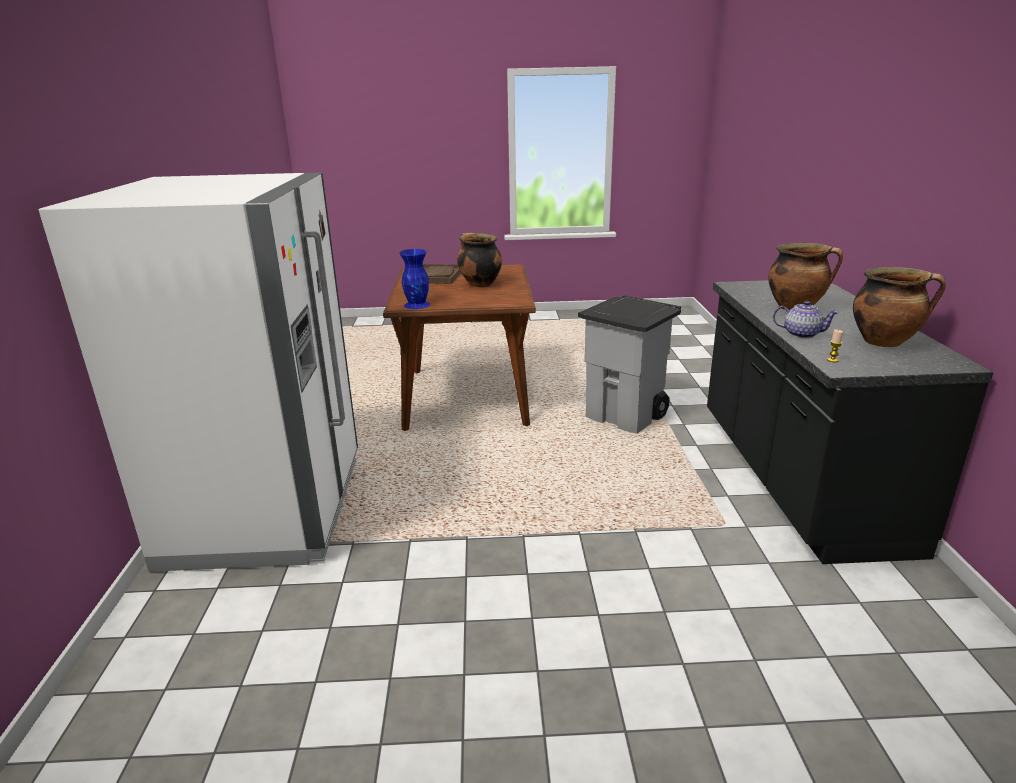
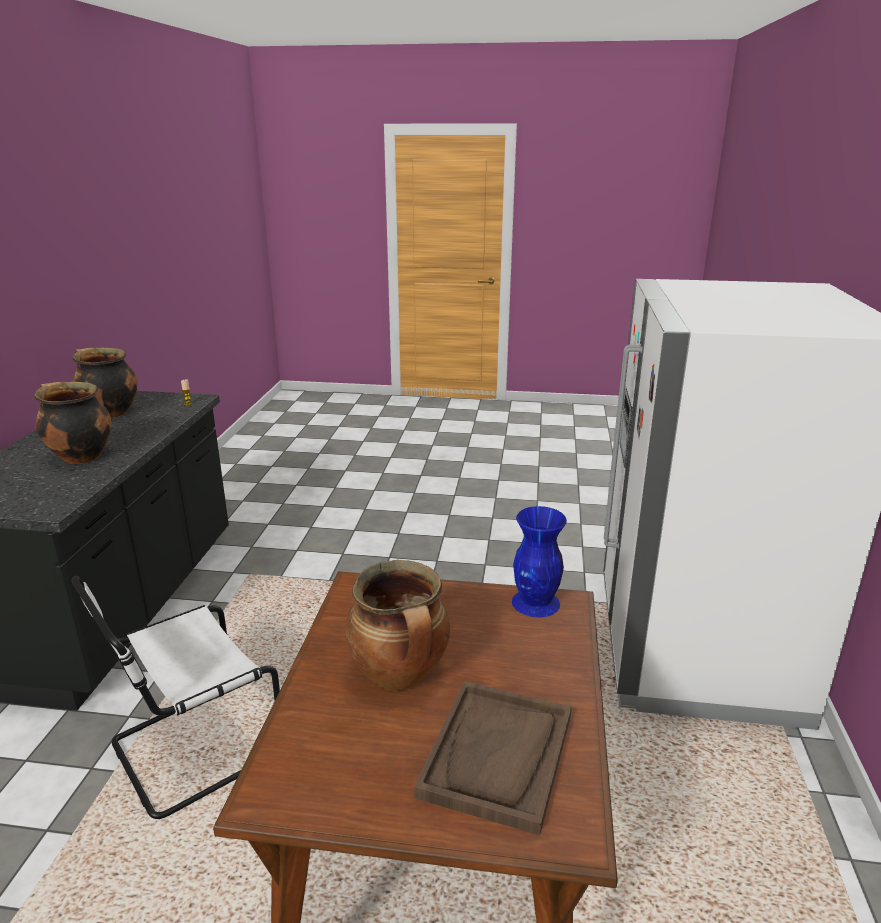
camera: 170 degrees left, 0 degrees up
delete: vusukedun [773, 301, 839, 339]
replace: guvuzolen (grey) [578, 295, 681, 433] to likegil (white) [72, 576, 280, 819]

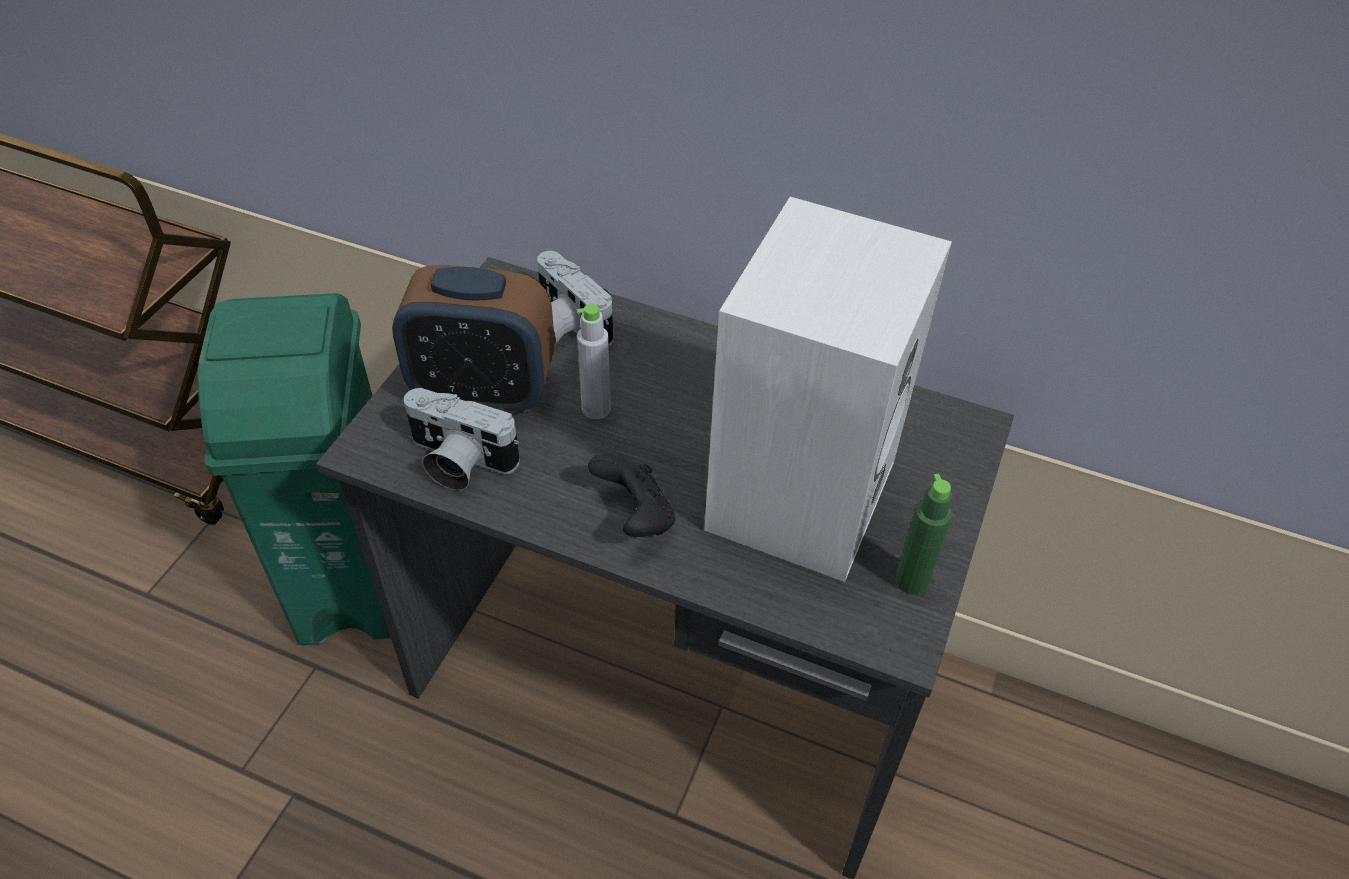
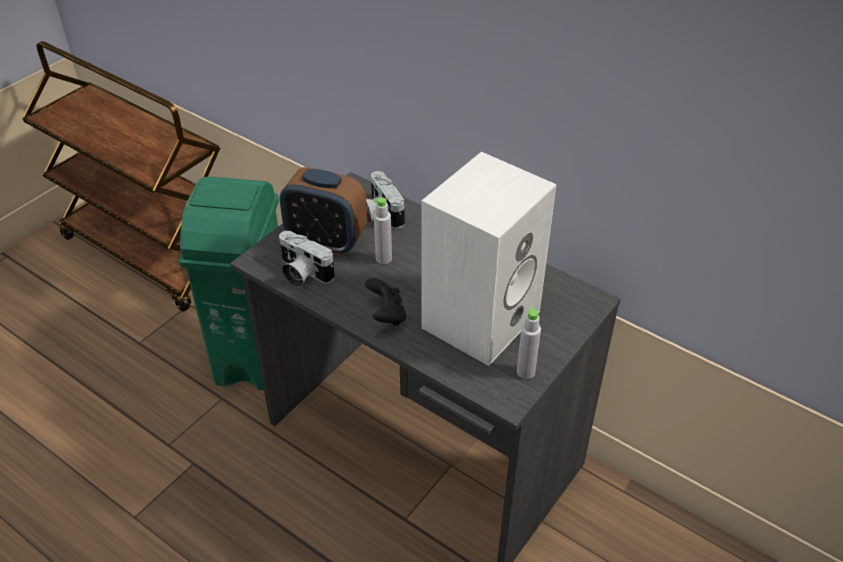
camera: 15 degrees right, 5 degrees down
recolor: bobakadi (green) [895, 474, 952, 595] to bobakadi (grey) [517, 307, 541, 379]

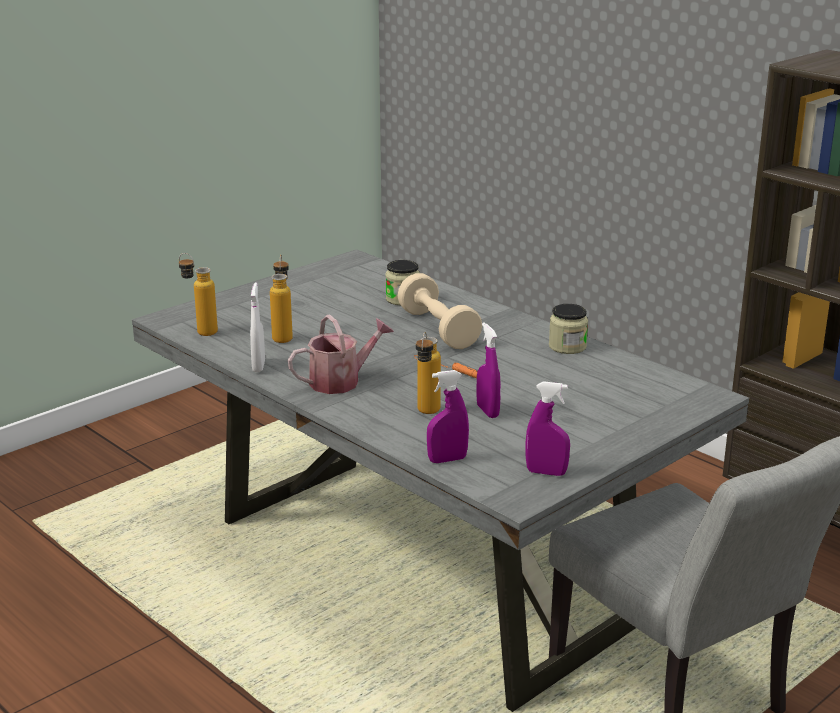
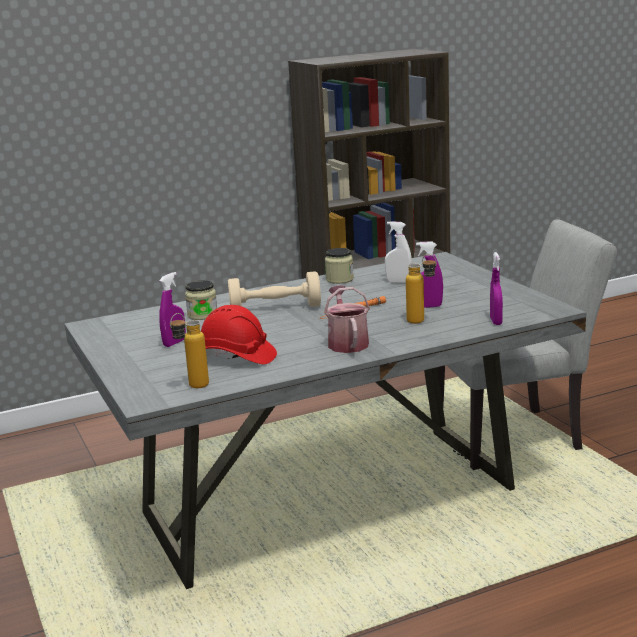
camera: 70 degrees left, 5 degrees down
move: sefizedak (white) [250, 282, 265, 372] to [385, 221, 412, 283]; sefizedak (purple) [525, 381, 570, 476] to [159, 272, 186, 347]
replace: bobakadi [270, 255, 293, 343] to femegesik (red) [201, 305, 277, 364]

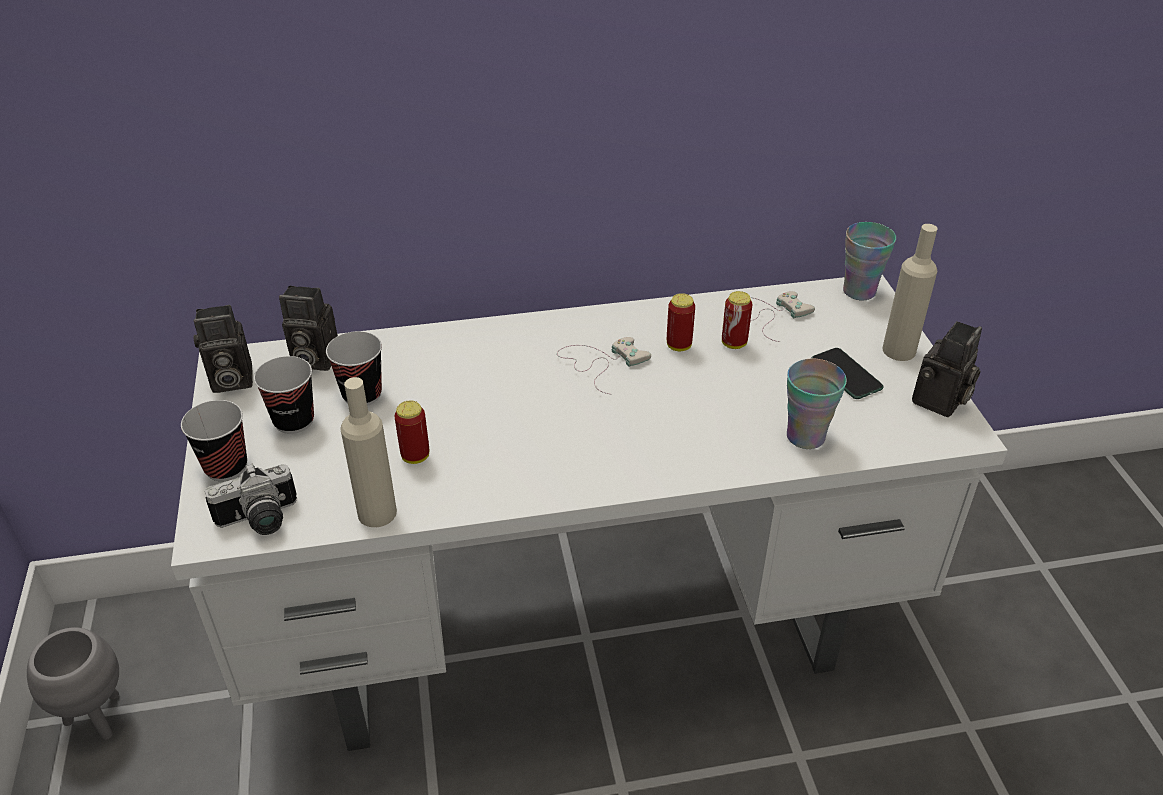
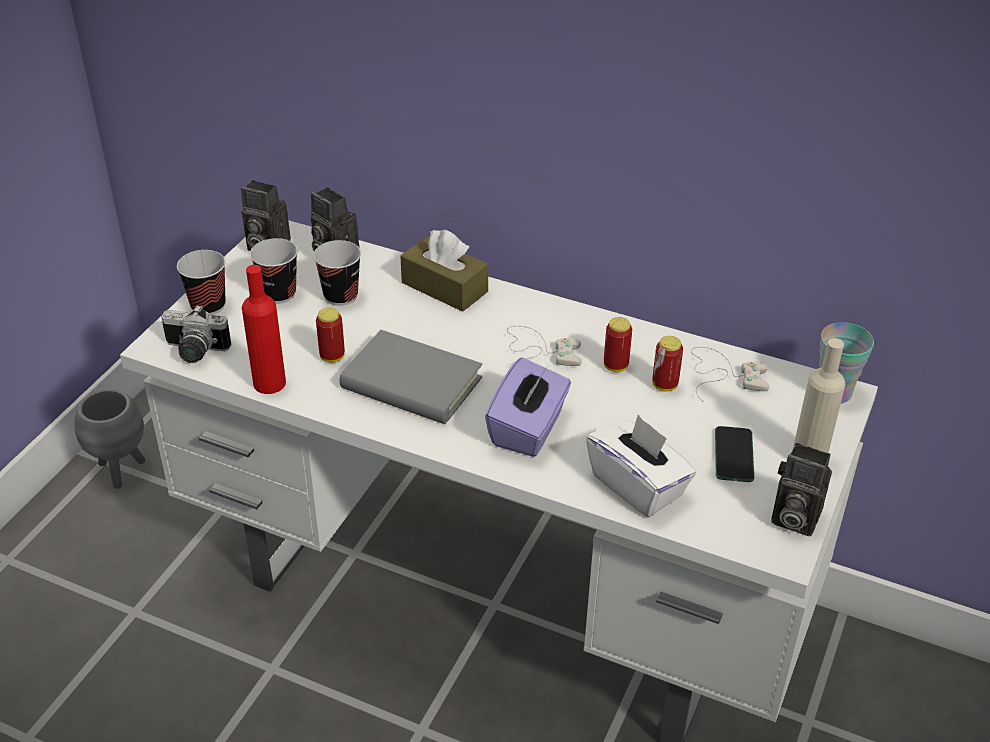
camera: 35 degrees right, 0 degrees up
insert: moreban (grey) [340, 330, 482, 424]; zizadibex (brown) [400, 230, 488, 312]; zizadibex (purple) [485, 357, 571, 457]
replace: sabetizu [787, 359, 847, 449] to zizadibex (white) [586, 415, 696, 517]
recolor: bobakadi (beige) [340, 377, 397, 527] to bobakadi (red) [242, 265, 286, 394]
rotate: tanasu [912, 321, 982, 417] = [771, 443, 832, 536] 45 degrees clockwise

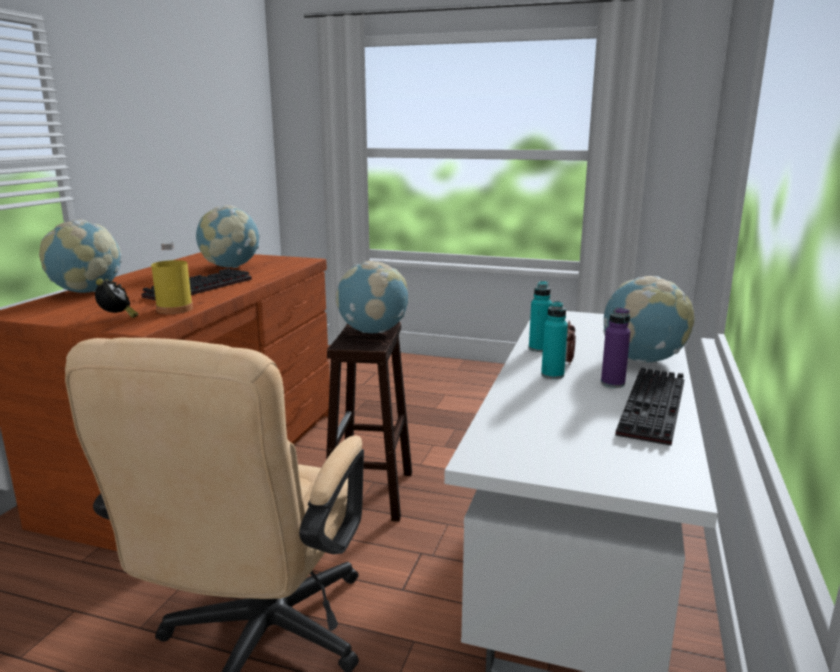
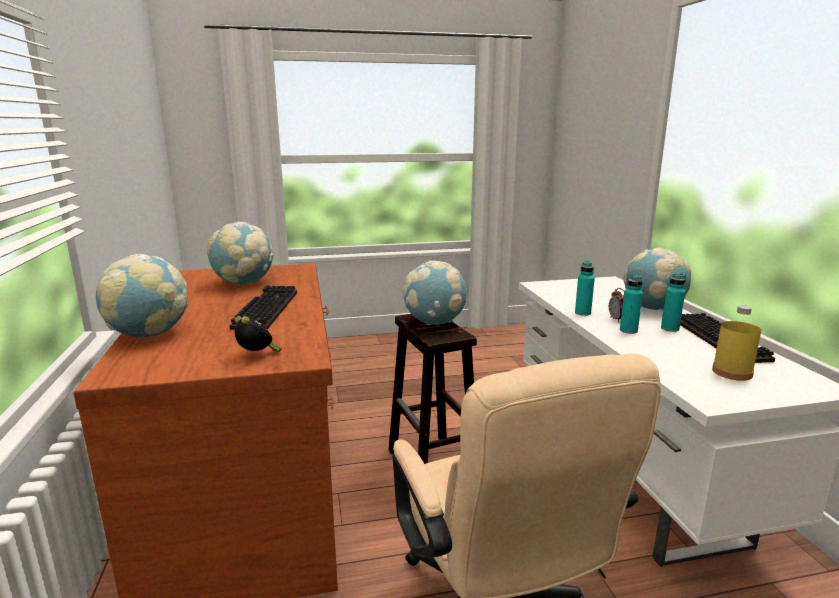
camera: 30 degrees left, 0 degrees up
move: bobakadi (yellow) [151, 242, 193, 314] to [712, 305, 761, 381]
recolor: bobakadi (purple) [601, 307, 630, 388] to bobakadi (turquoise) [661, 273, 686, 332]

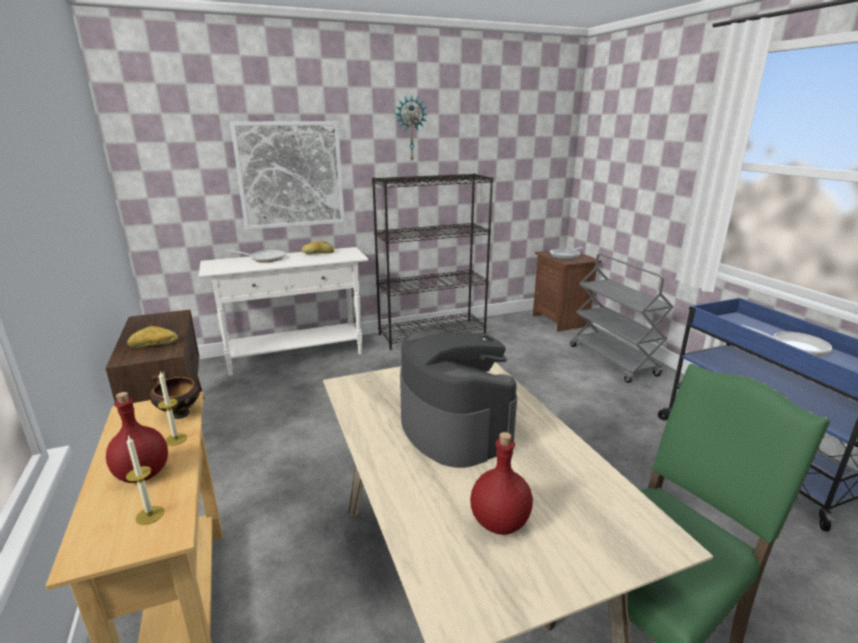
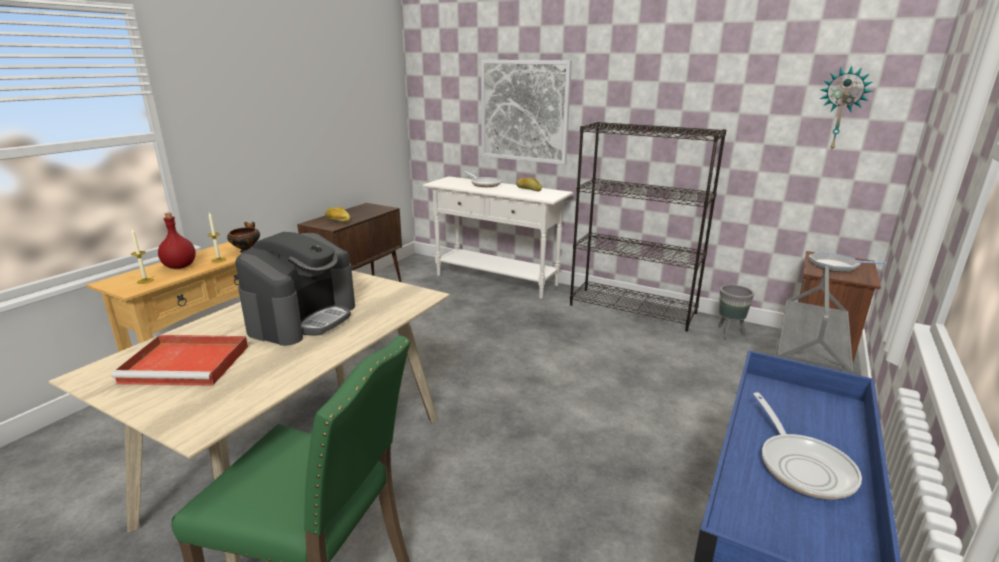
camera: 50 degrees right, 0 degrees up
insert: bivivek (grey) [718, 285, 754, 339]
move: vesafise [396, 95, 427, 160] to [820, 66, 873, 152]
replace: bobakadi (red) [470, 432, 533, 535] to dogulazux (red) [112, 335, 248, 386]

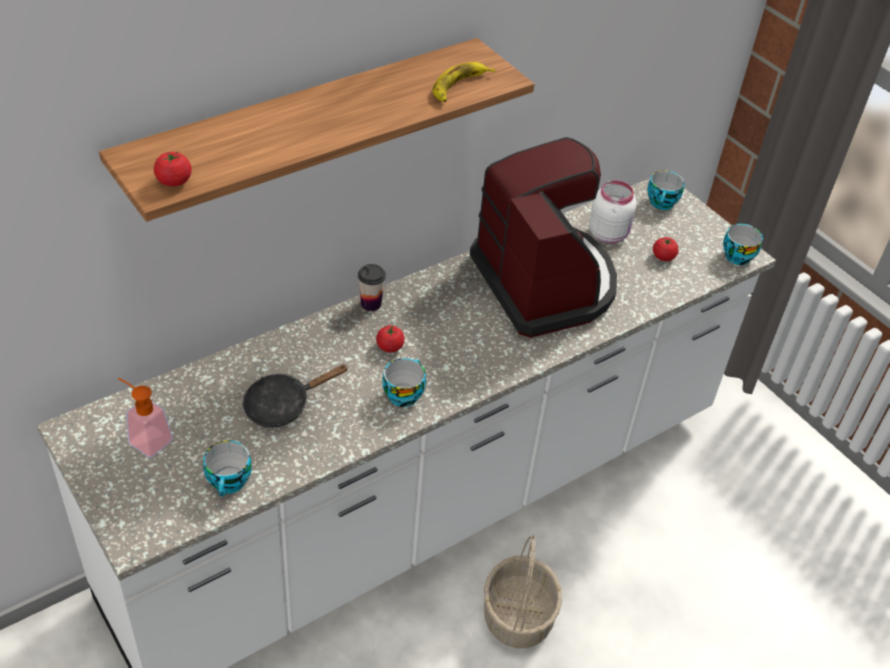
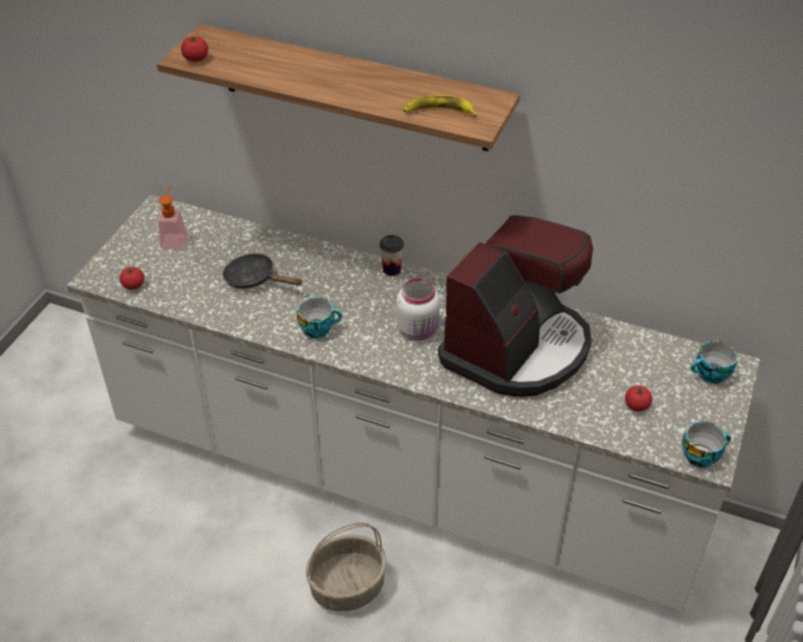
camera: 60 degrees right, 0 degrees up
delete: sabetizu [203, 440, 252, 497]
move: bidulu [376, 325, 405, 352] to [120, 266, 144, 290]; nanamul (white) [589, 180, 637, 244] to [396, 278, 440, 341]

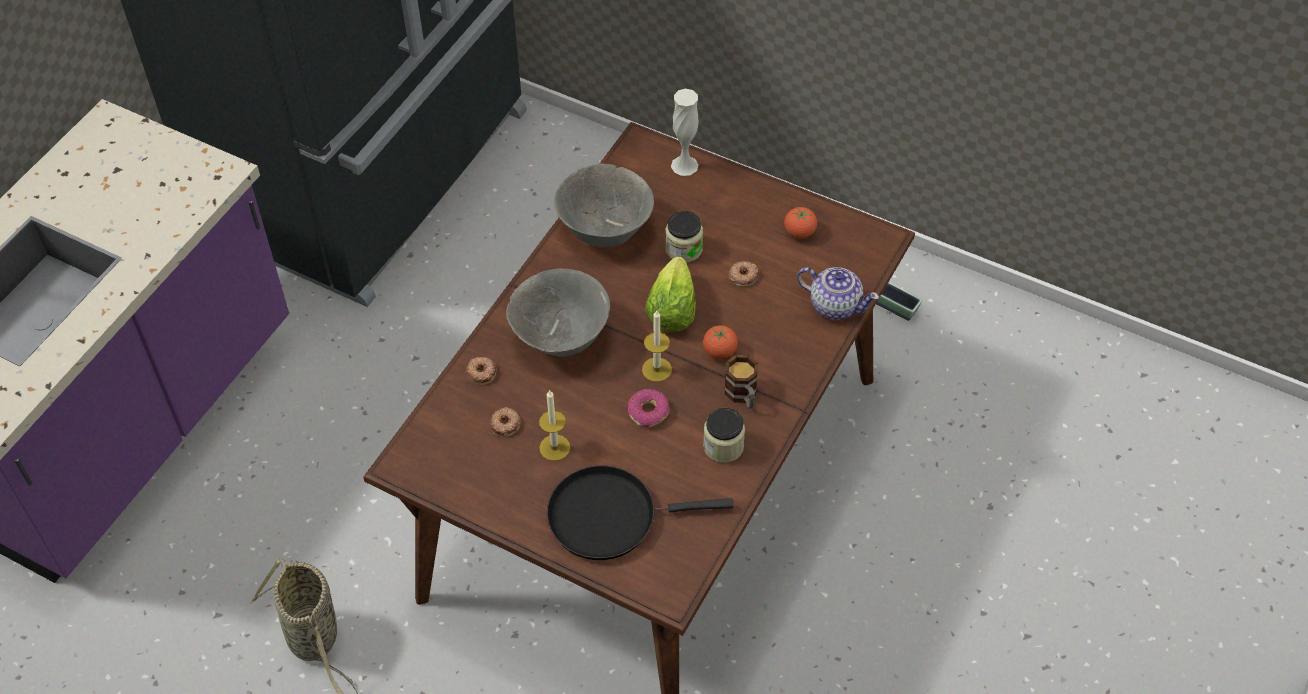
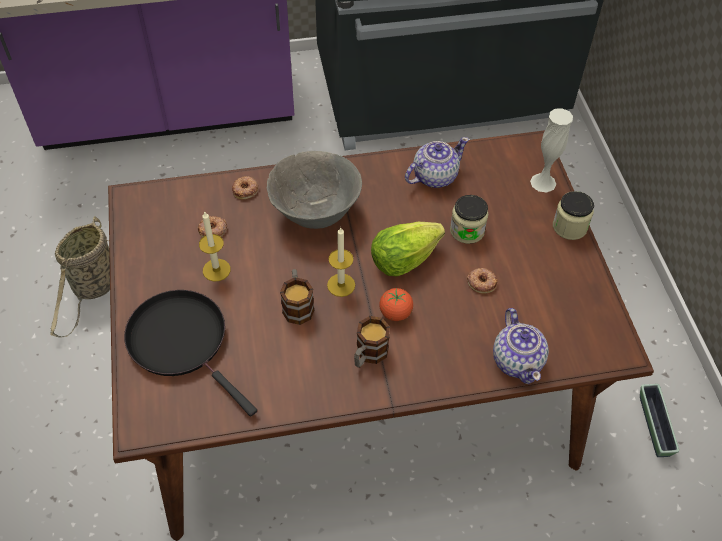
camera: 50 degrees right, 0 degrees up
delete: bidulu [784, 207, 817, 239]
move: nanamul [703, 408, 745, 463] to [553, 191, 594, 240]
replace: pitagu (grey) [554, 164, 654, 248] to vusukedun [405, 137, 469, 188]; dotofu [628, 389, 670, 428] to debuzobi [280, 269, 314, 325]

